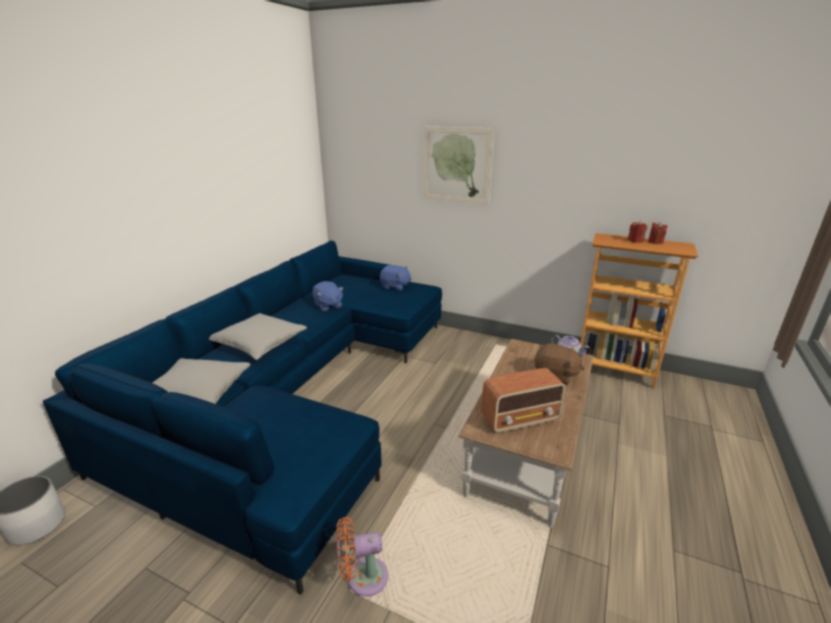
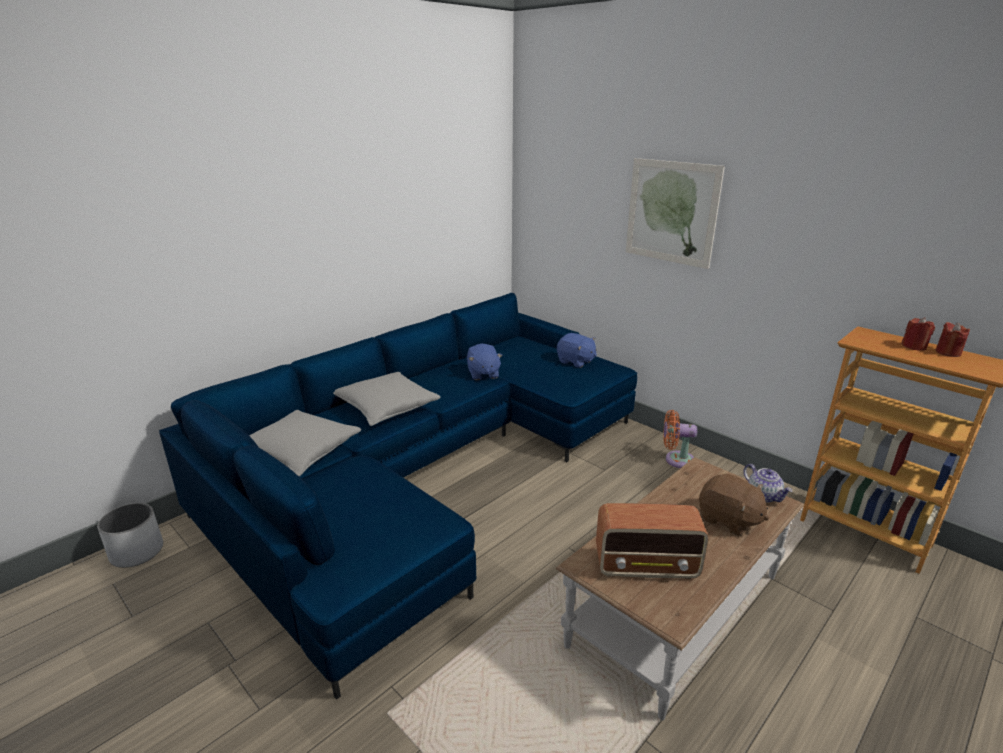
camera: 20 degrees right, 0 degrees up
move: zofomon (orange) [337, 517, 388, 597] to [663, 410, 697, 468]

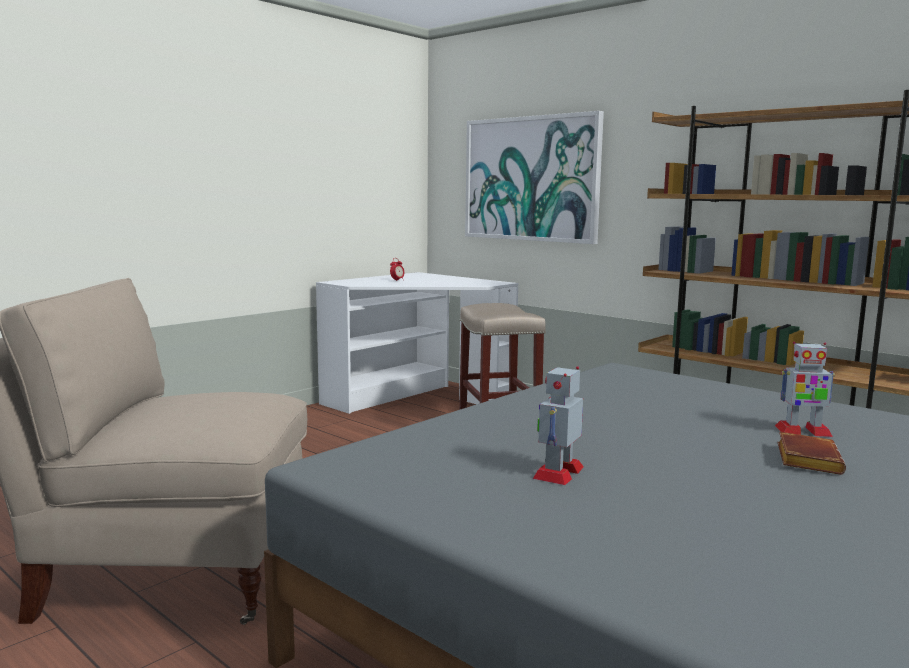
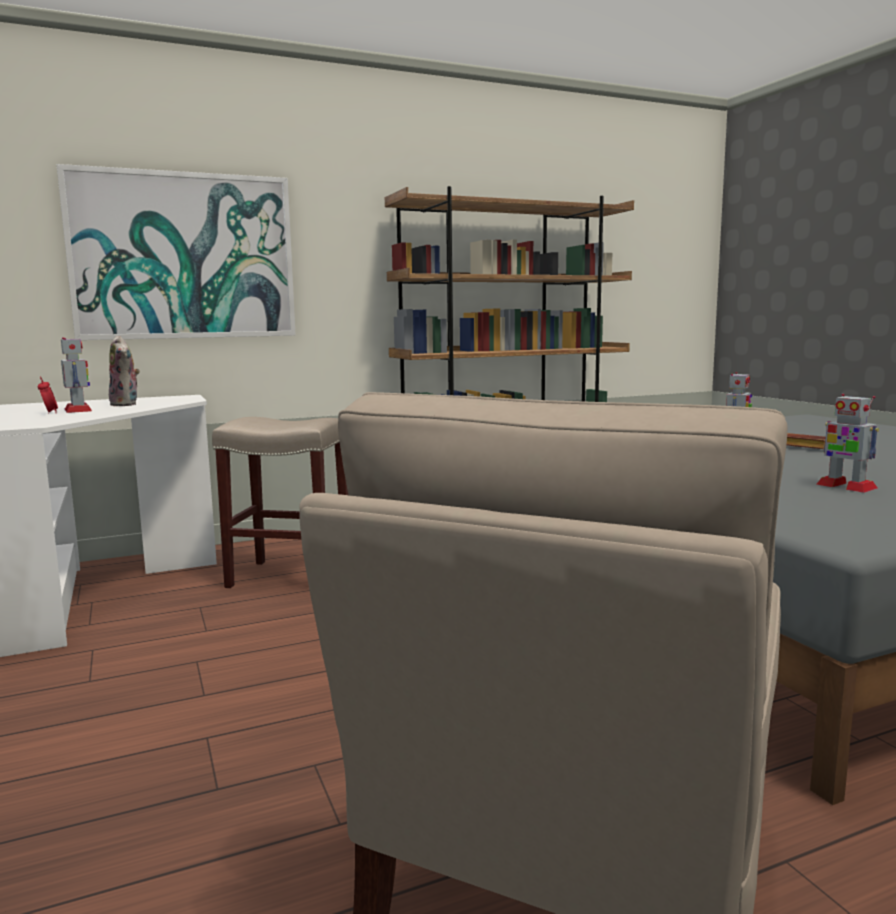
camera: 65 degrees left, 0 degrees up
insert: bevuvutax [61, 337, 92, 413]; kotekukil [109, 336, 140, 406]

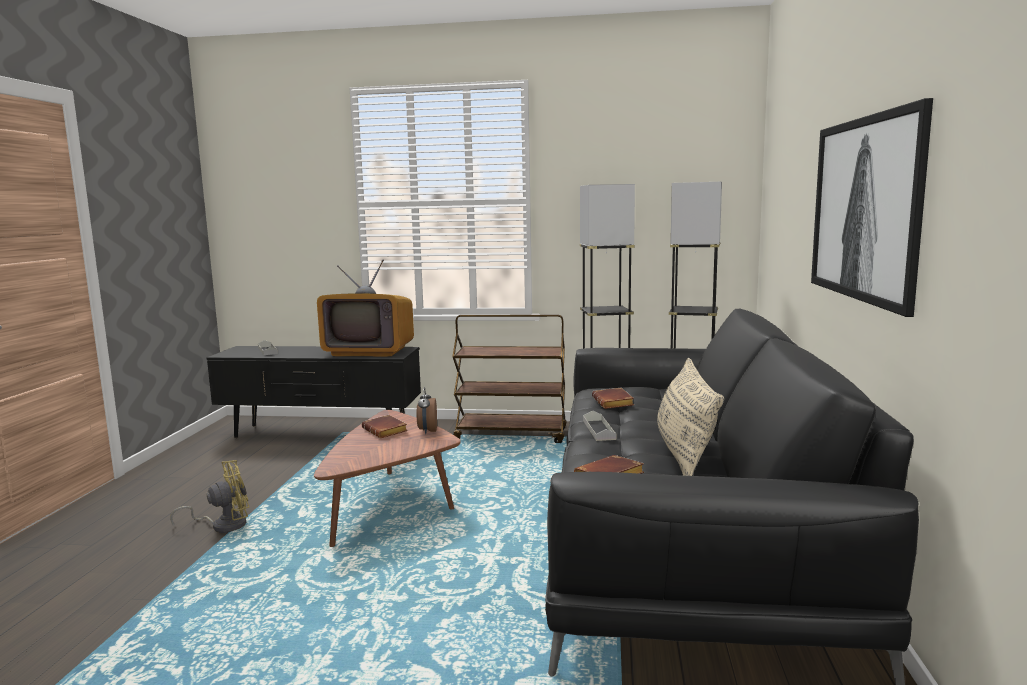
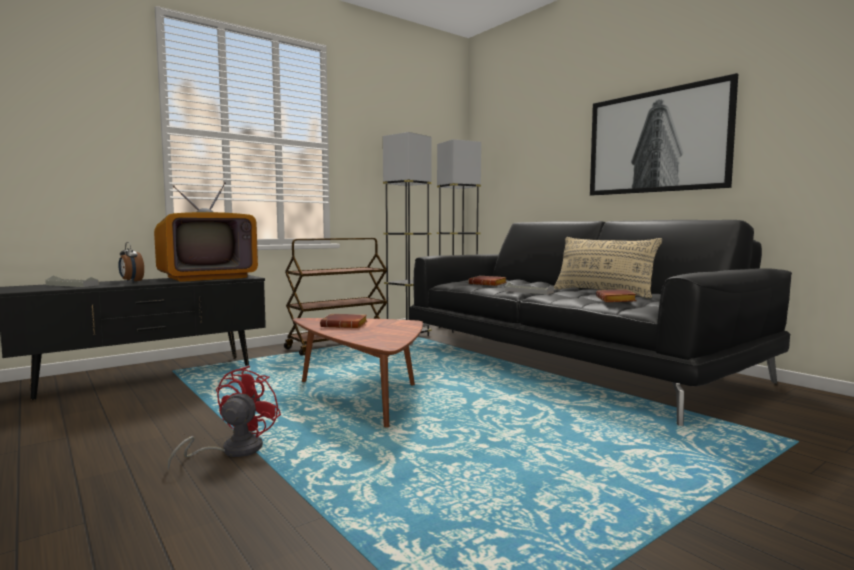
camera: 45 degrees left, 5 degrees down
move: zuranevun [417, 387, 437, 434] to [118, 242, 144, 282]
recolor: zofomon (yellow) [170, 460, 249, 533] to zofomon (red) [167, 366, 281, 470]

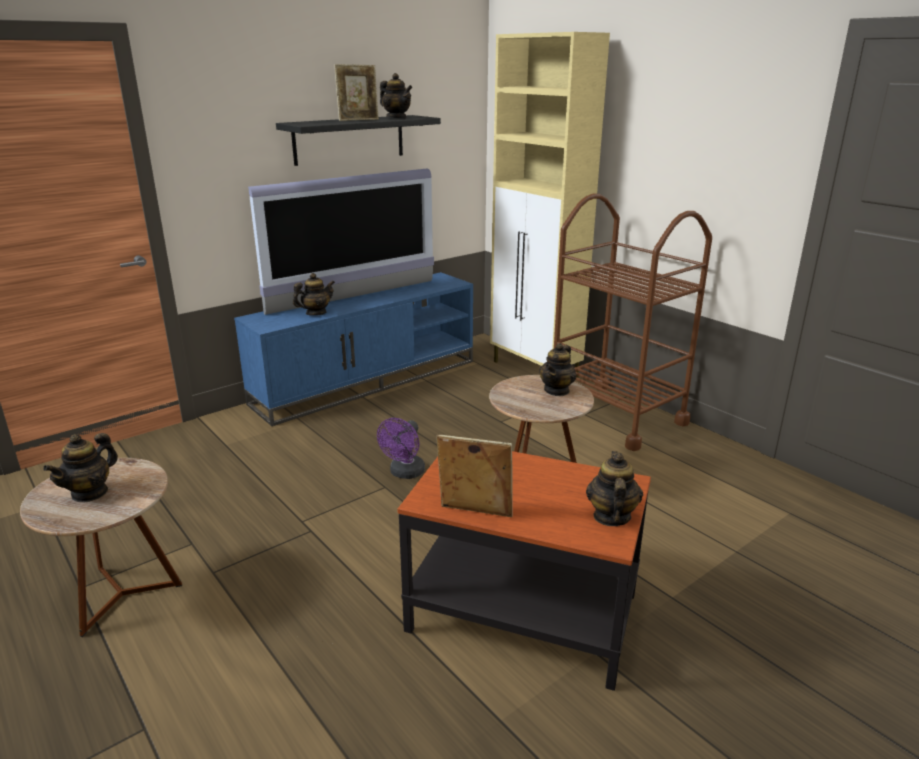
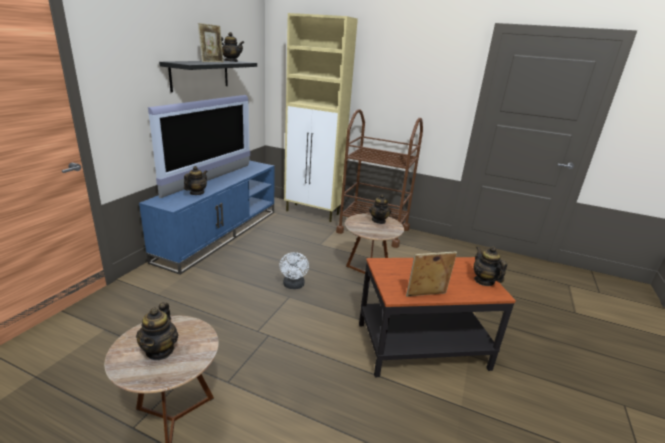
camera: 30 degrees left, 0 degrees up
recolor: zofomon (purple) [377, 418, 425, 479] to zofomon (white) [279, 252, 309, 289]

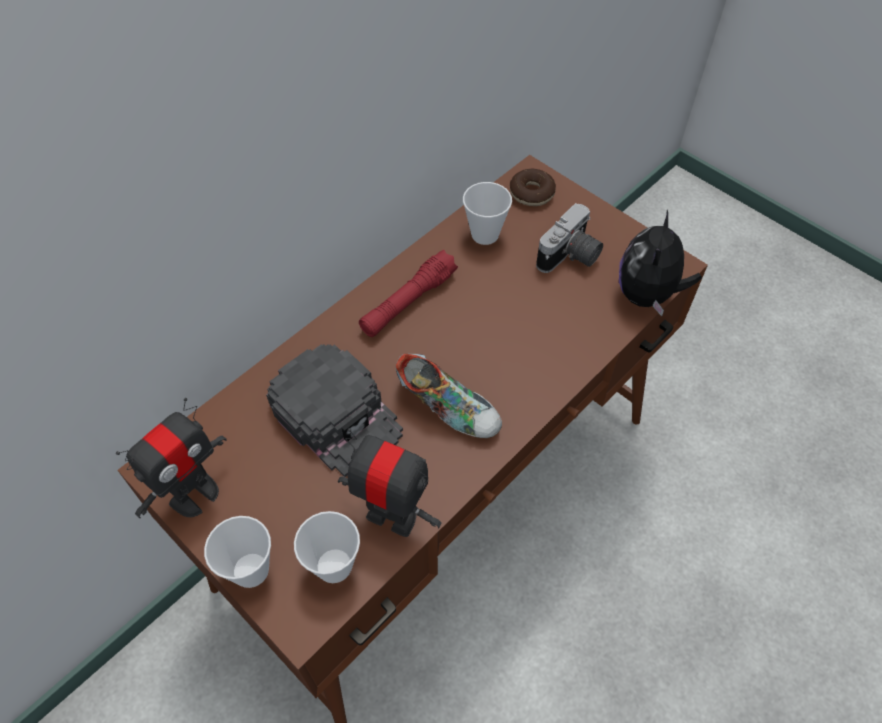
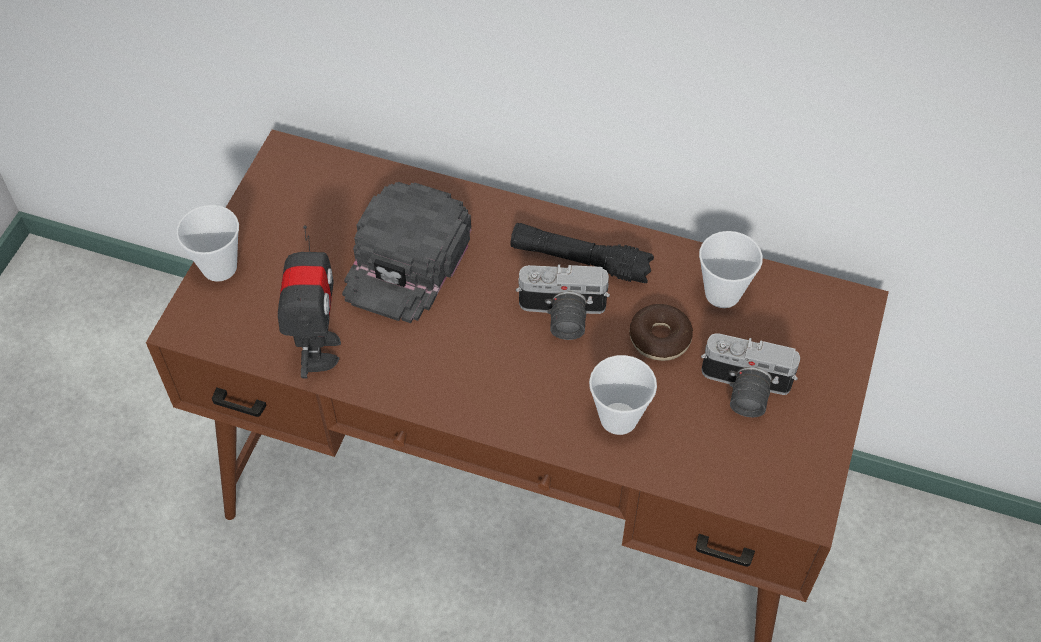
camera: 65 degrees right, 0 degrees up
delete: bevuvutax [116, 398, 227, 518]; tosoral [395, 354, 502, 438]; kotekukil [619, 210, 702, 316]
insert: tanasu [516, 264, 610, 340]
move: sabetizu [294, 511, 360, 583] to [589, 355, 657, 435]; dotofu [510, 169, 556, 206] to [629, 304, 693, 361]
recolor: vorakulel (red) [359, 250, 458, 337] to vorakulel (black) [510, 223, 654, 283]

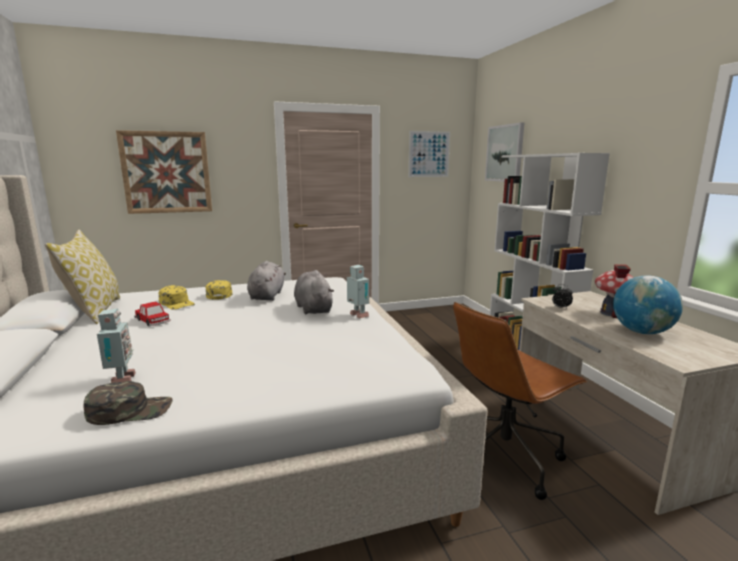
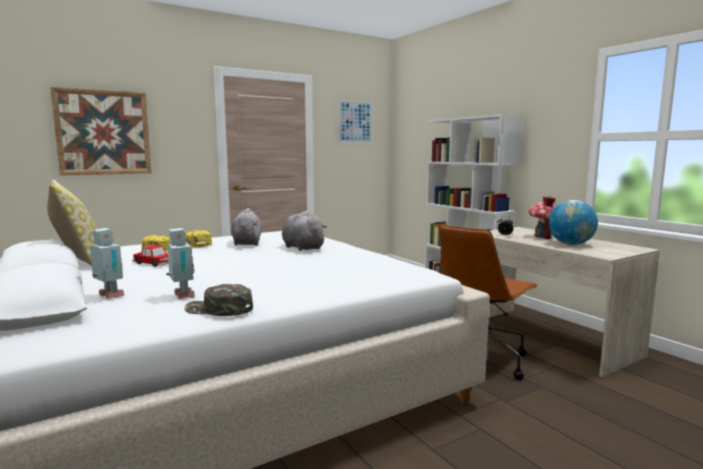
camera: 15 degrees left, 5 degrees down
delete: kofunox [485, 122, 524, 182]
move: bevuvutax [347, 265, 369, 318] to [90, 228, 125, 299]
rotate: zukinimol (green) [84, 381, 173, 425] = [184, 284, 253, 316] 135 degrees counterclockwise

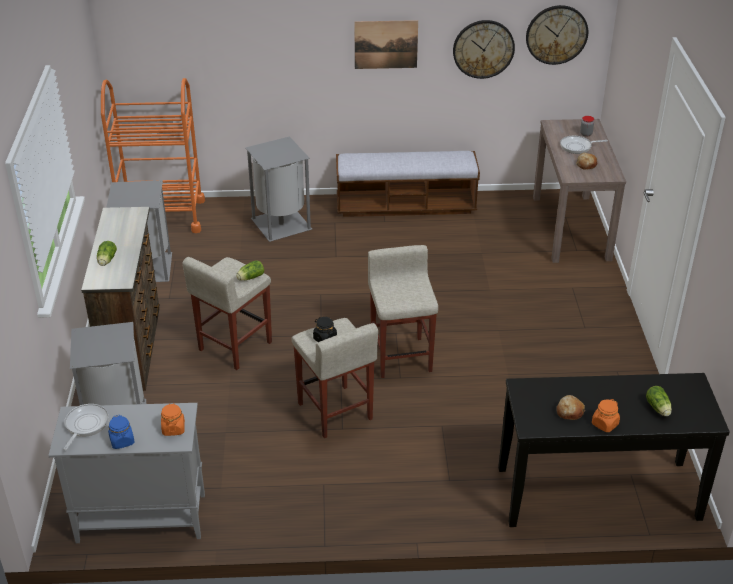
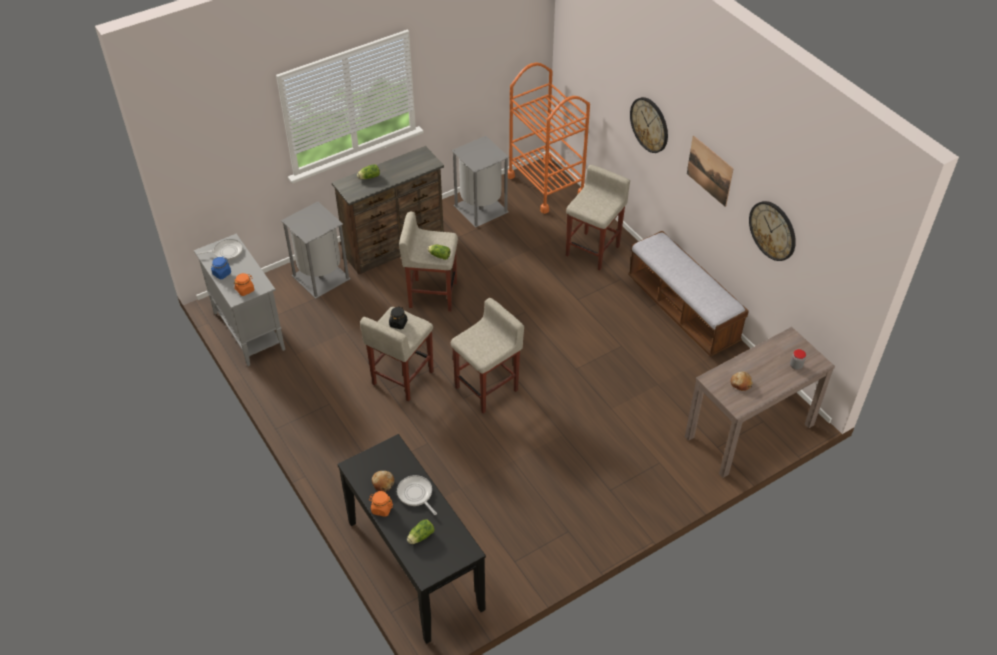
camera: 60 degrees right, 10 degrees up
move: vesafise [526, 5, 588, 65] to [630, 97, 668, 153]; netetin [560, 136, 608, 154] to [397, 475, 437, 515]
replace: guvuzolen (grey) [246, 136, 312, 242] to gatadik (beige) [566, 165, 630, 270]

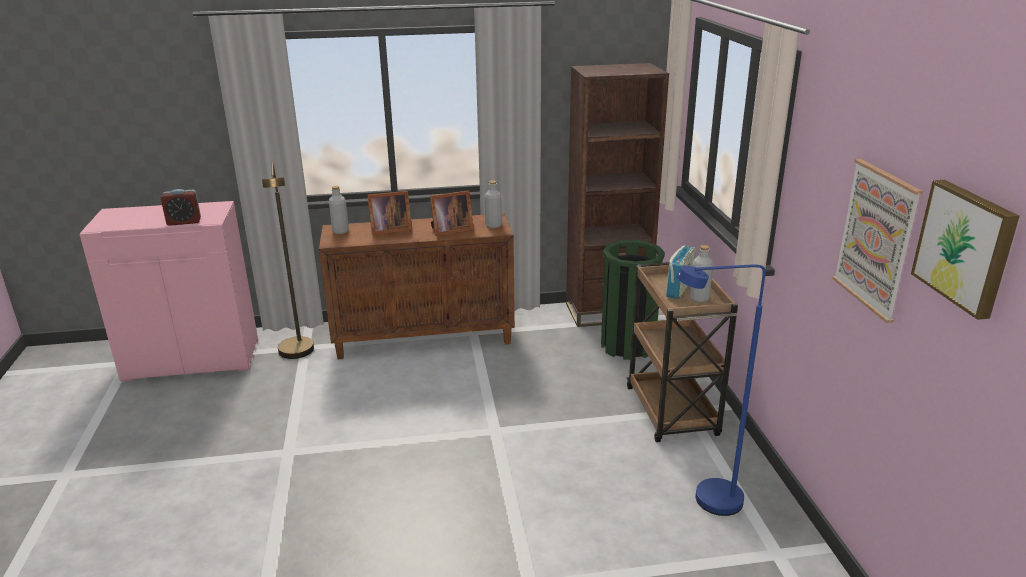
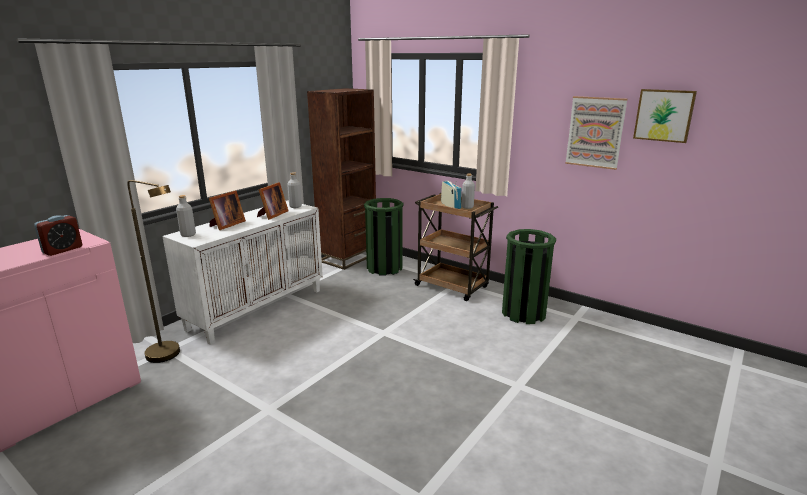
camera: 45 degrees left, 5 degrees down
replace: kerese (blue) [677, 265, 765, 516] to guvuzolen (green) [502, 229, 556, 324]
recolor: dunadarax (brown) [319, 213, 515, 359] to dunadarax (white) [162, 200, 323, 345]

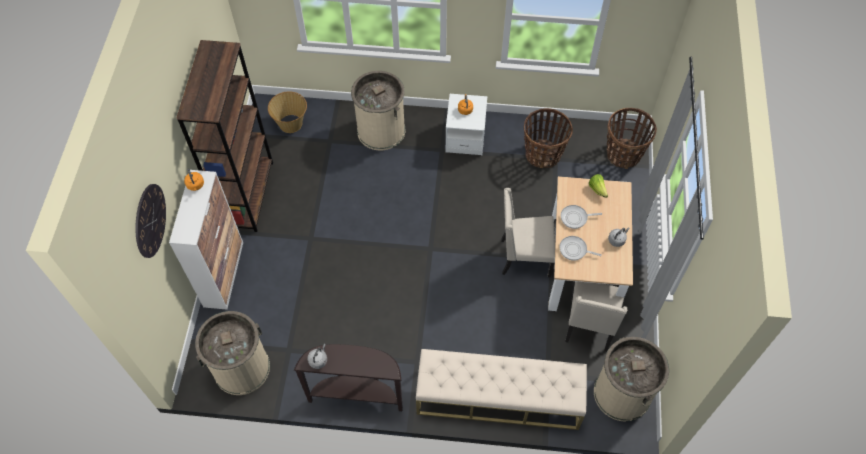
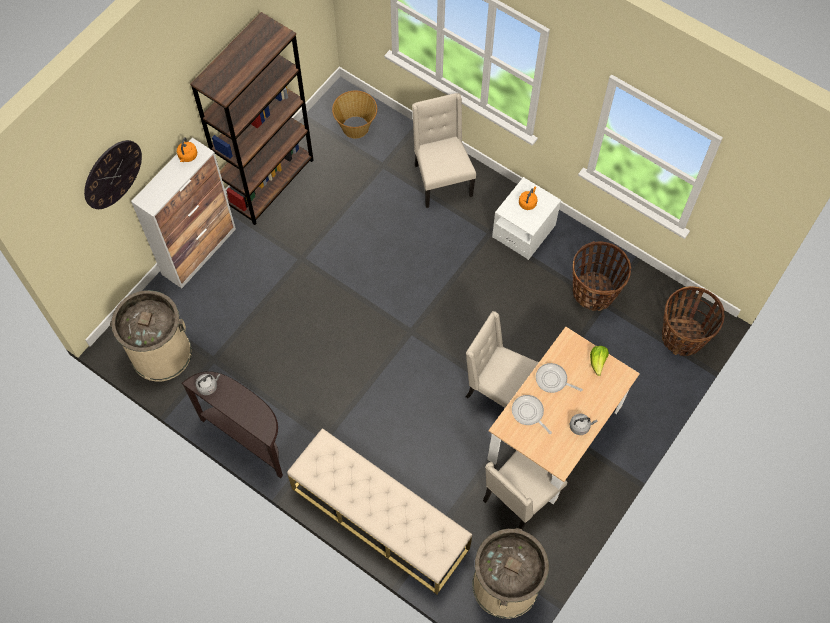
camera: 30 degrees right, 5 degrees up
replace: guvuzolen (beige) [351, 71, 405, 150] to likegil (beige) [412, 93, 476, 208]

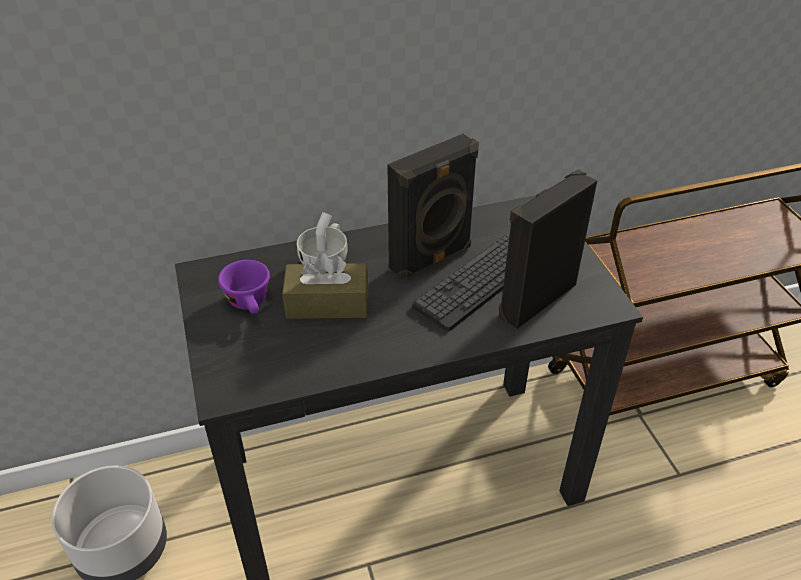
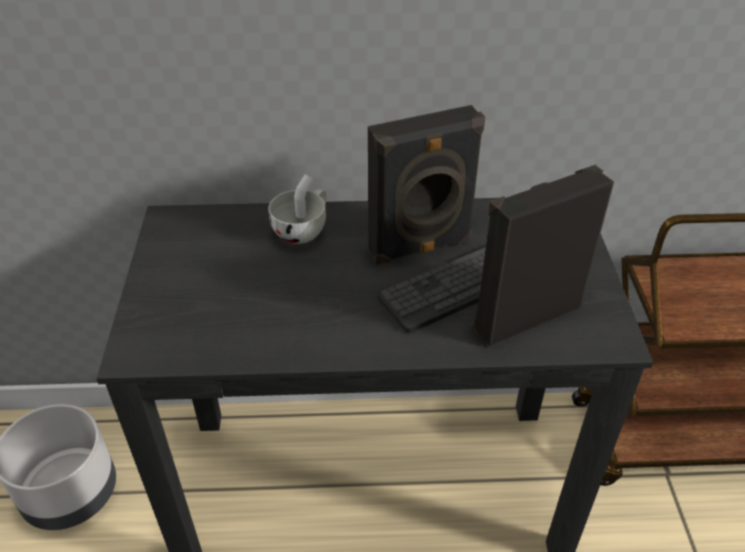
camera: 15 degrees right, 0 degrees up
delete: sabetizu (purple) [218, 260, 270, 314]; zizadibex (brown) [282, 253, 368, 319]

